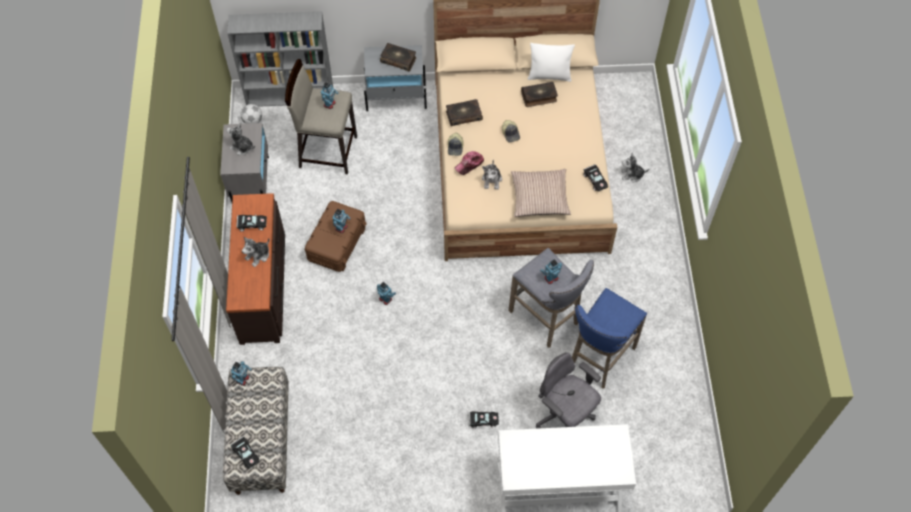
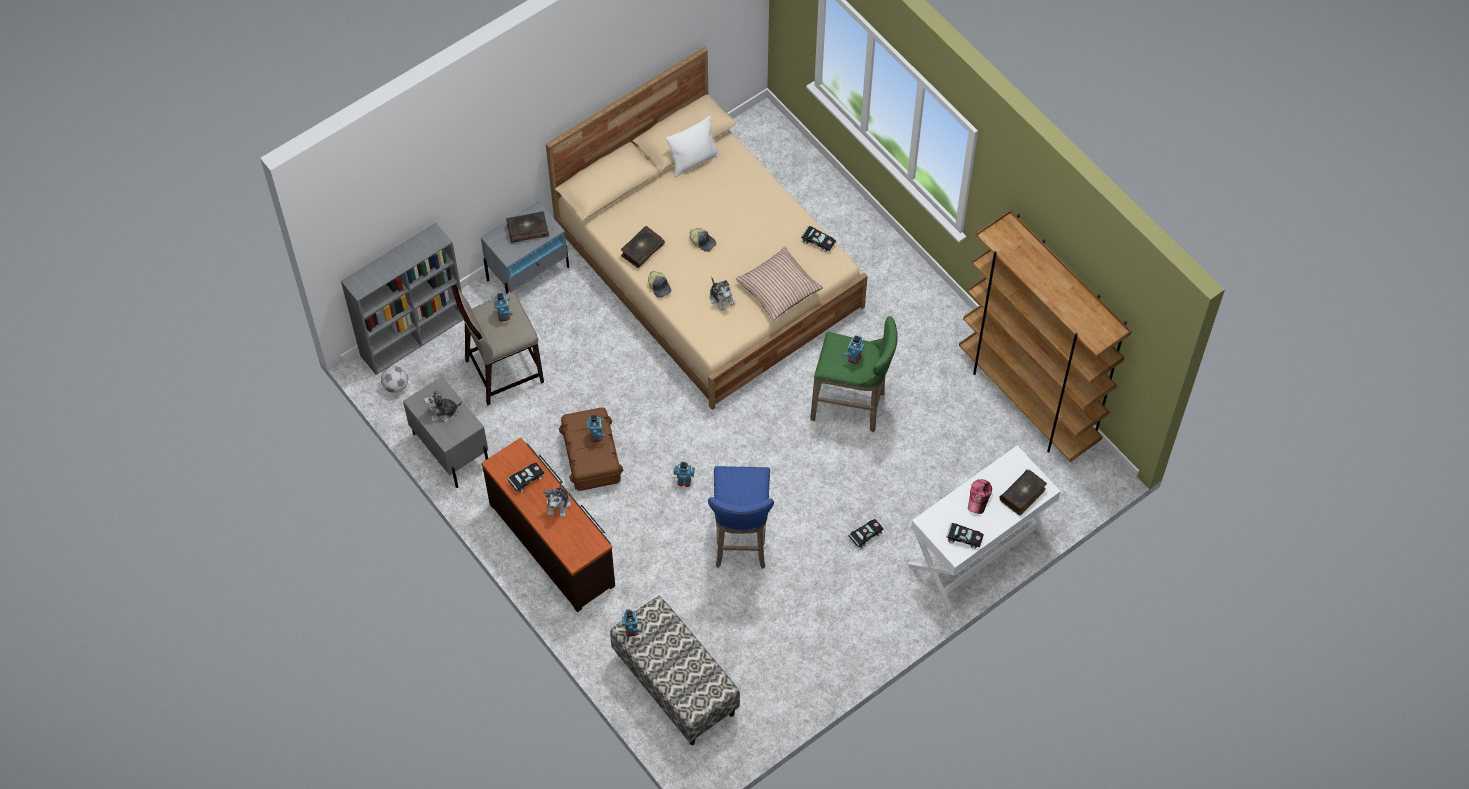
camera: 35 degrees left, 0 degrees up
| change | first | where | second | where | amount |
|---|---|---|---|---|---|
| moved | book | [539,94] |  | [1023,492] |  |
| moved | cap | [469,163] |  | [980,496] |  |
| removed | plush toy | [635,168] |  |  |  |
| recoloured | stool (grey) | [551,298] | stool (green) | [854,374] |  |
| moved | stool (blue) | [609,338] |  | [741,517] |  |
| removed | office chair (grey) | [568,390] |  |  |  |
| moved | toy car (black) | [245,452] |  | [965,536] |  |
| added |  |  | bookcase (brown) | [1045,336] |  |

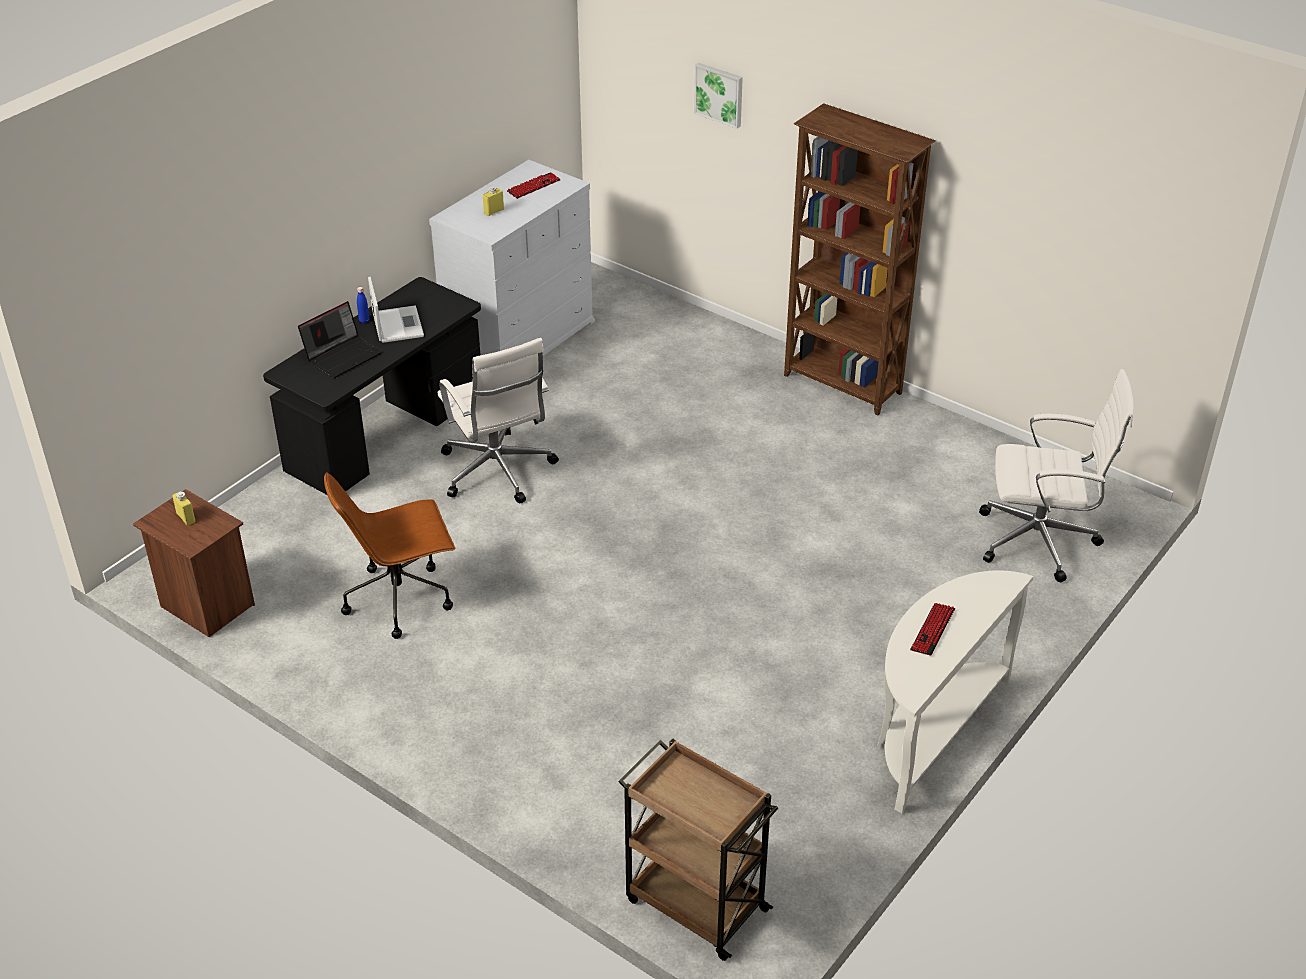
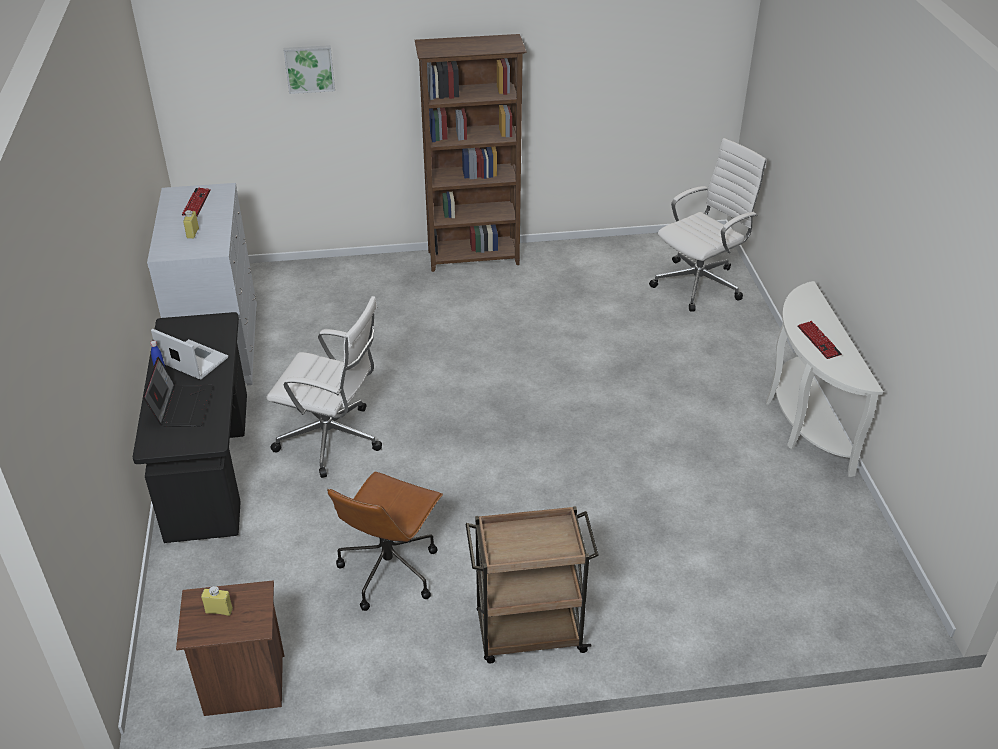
camera: 45 degrees left, 0 degrees up
| change | first | where | second | where | amount |
|---|---|---|---|---|---|
| moved | cart (brown) | [698,850] |  | [532,585] |  |

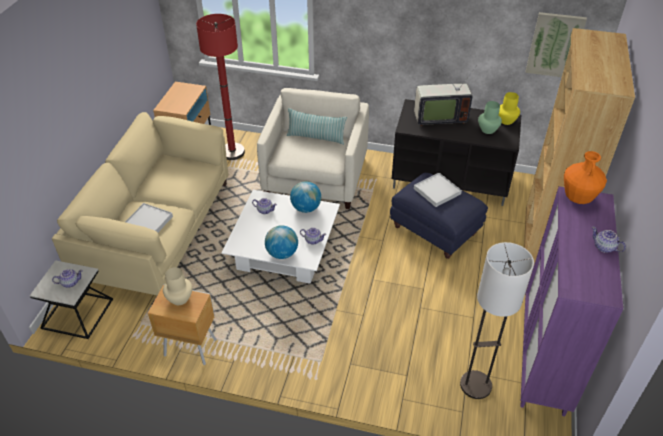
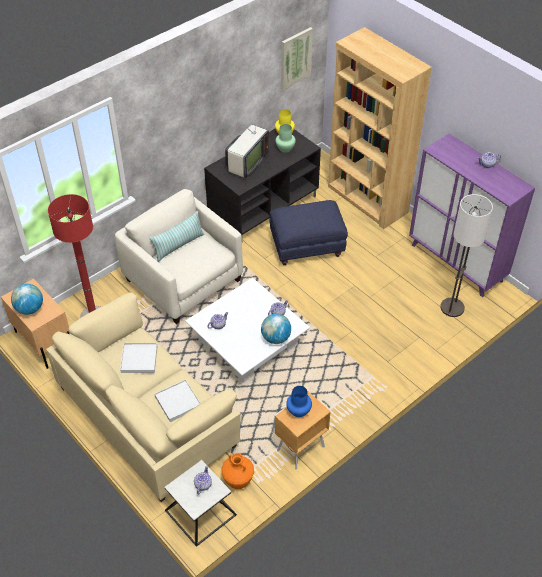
camera: 55 degrees left, 5 degrees up
| change | first | where | second | where | amount |
|---|---|---|---|---|---|
| moved | vase (orange) | [585,177] |  | [237,471] |  |
| moved | tray (white) | [438,190] |  | [138,358] |  |
| moved | globe | [305,197] |  | [27,299] |  |
| recoloured | vase (beige) | [177,286] | vase (blue) | [299,401] |  |

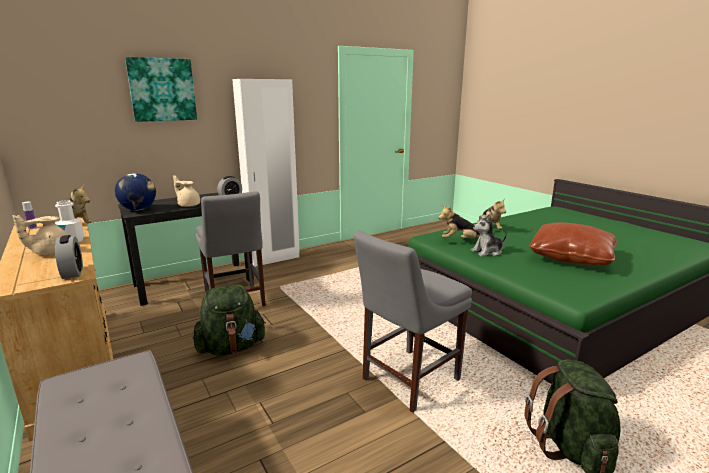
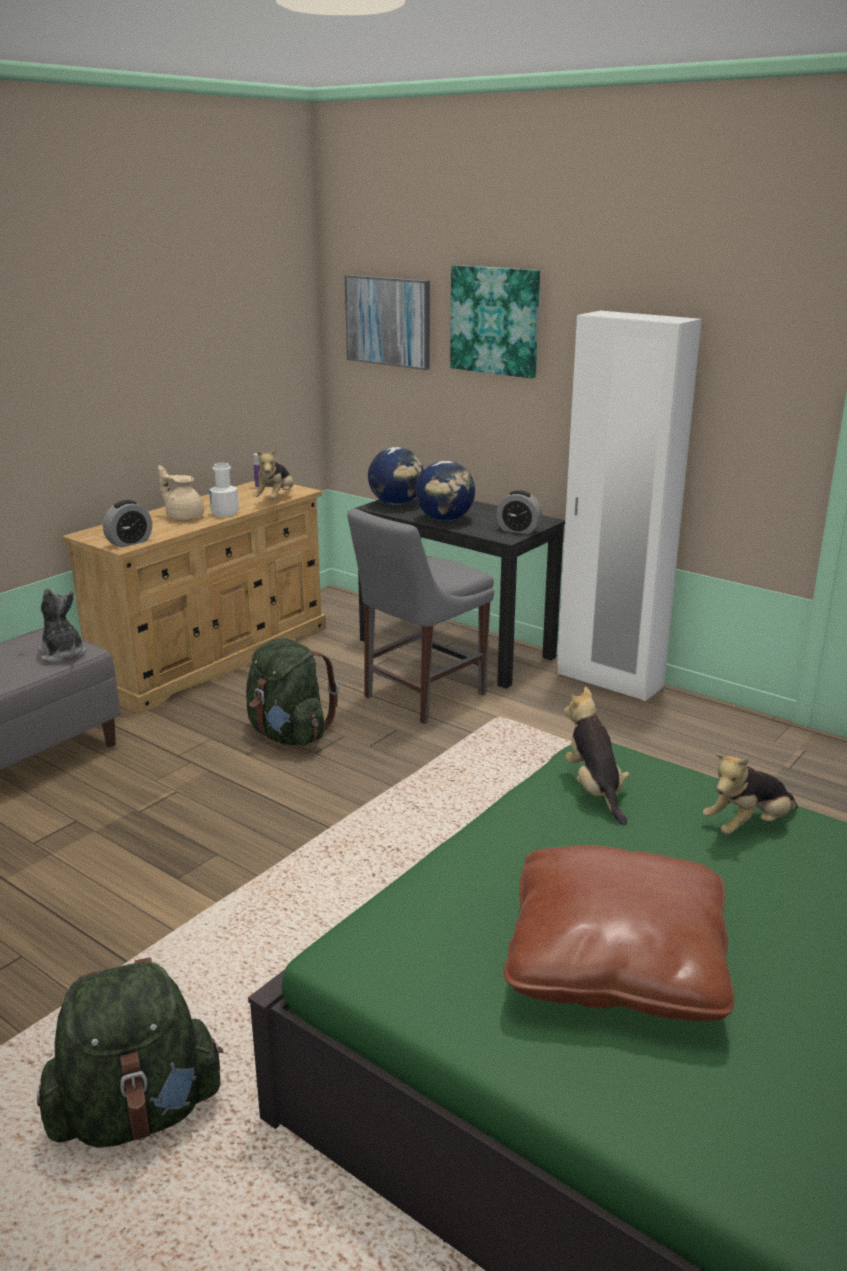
camera: 70 degrees right, 5 degrees up
| change | first | where | second | where | amount |
|---|---|---|---|---|---|
| replaced | teapot (beige) | [186,191] | globe | [445,491] |  |
| moved | plush toy | [488,235] |  | [62,625] |  |
| removed | chair (grey) | [412,322] |  |  |  |
| added |  |  | picture | [387,322] |  |

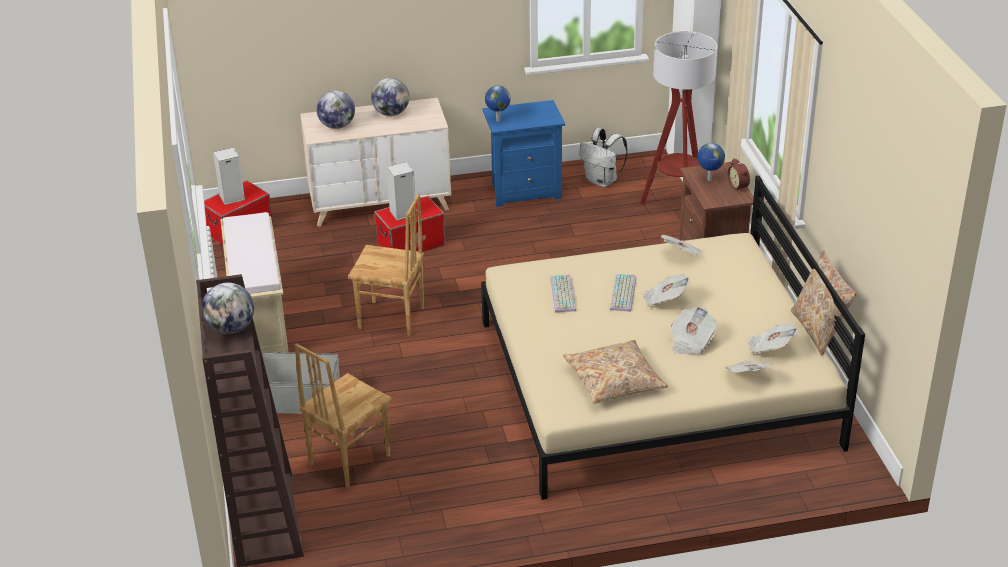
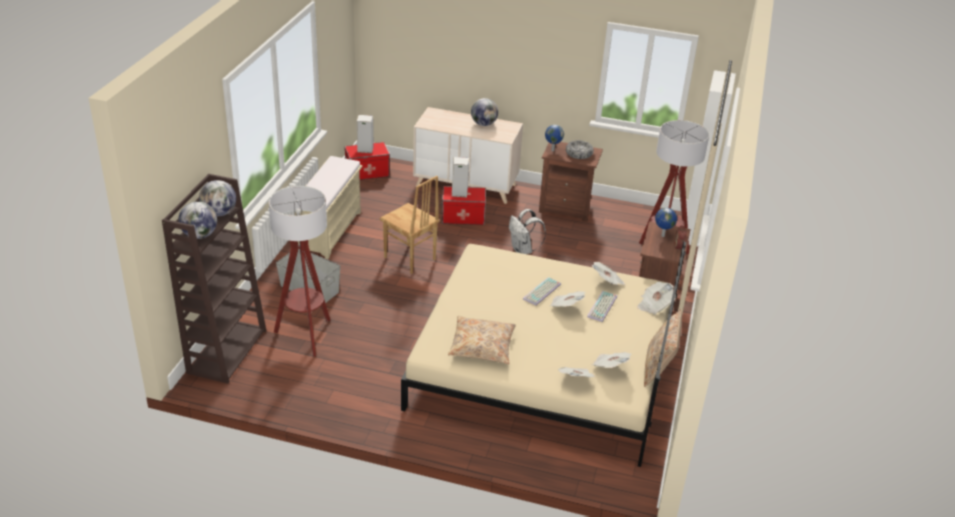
camera: 25 degrees right, 0 degrees up
| change | first | where | second | where | amount |
|---|---|---|---|---|---|
| moved | globe | [335,109] |  | [197,220] |  |
| recoloured | nightstand (blue) | [523,153] | nightstand (brown) | [571,182] |  |
| moved | backpack (white) | [603,157] |  | [527,231] |  |
| moved | keyboard | [563,293] |  | [602,306] |  |
| moved | newspaper | [694,330] |  | [656,298] |  |
| replaced | chair (brown) | [343,415] | floor lamp | [300,271] |  |
| added |  |  | bowl | [580,149] |  |

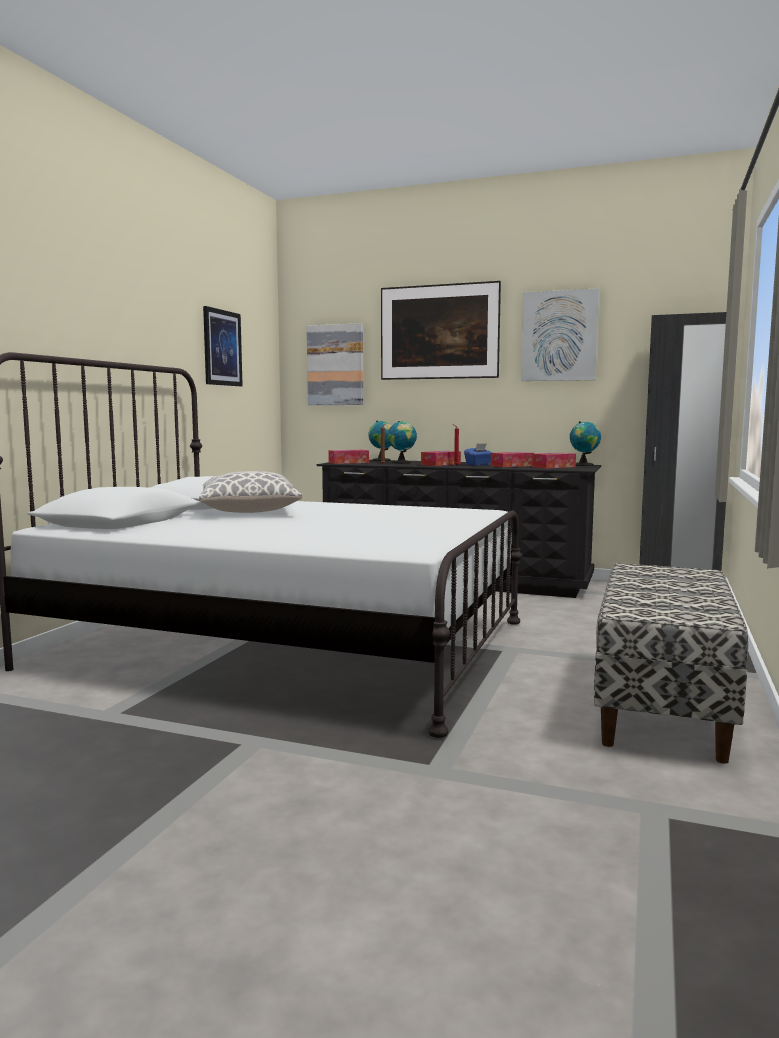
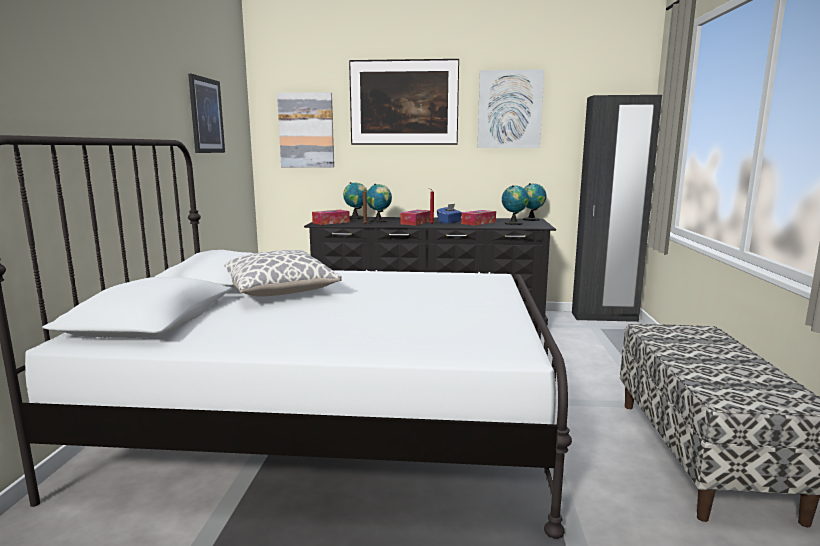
camera: 15 degrees left, 5 degrees up
| change | first | where | second | where | amount |
|---|---|---|---|---|---|
| replaced | tissue box | [554,461] | globe | [515,205] |  |

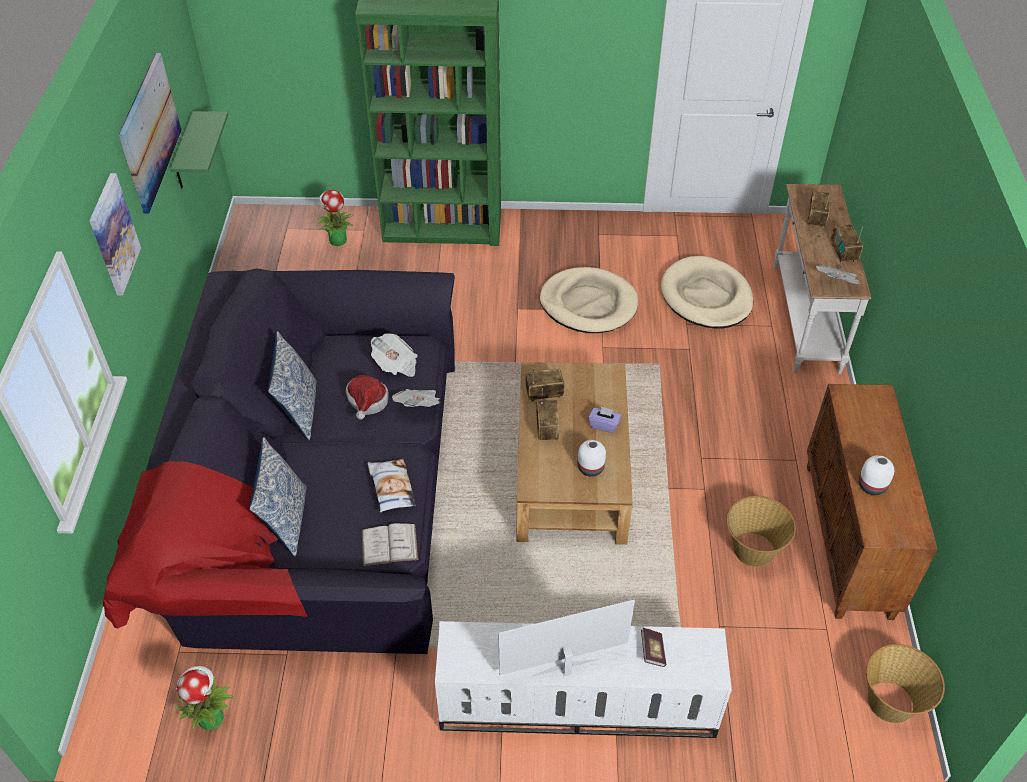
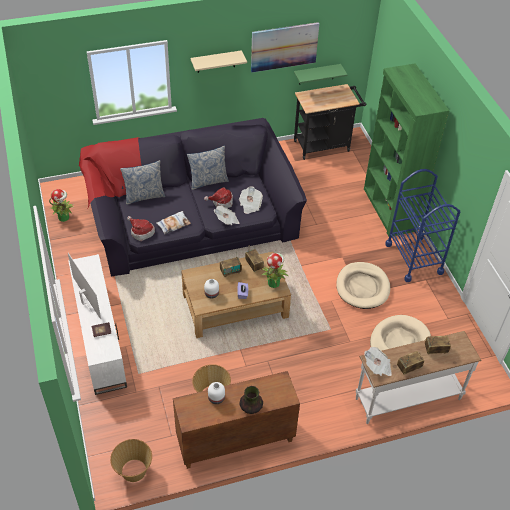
camera: 70 degrees right, 0 degrees up
| change | first | where | second | where | amount |
|---|---|---|---|---|---|
| replaced | picture | [115,234] | shelf (beige) | [219,61] |  |
| moved | potted plant | [335,218] |  | [275,270] |  |
| replaced | book (white) | [390,544] | hat | [141,228] |  |
| added |  |  | cart (black) | [330,122] |  |
| added |  |  | cart (blue) | [422,225] |  |
| added |  |  | vase | [251,400] |  |

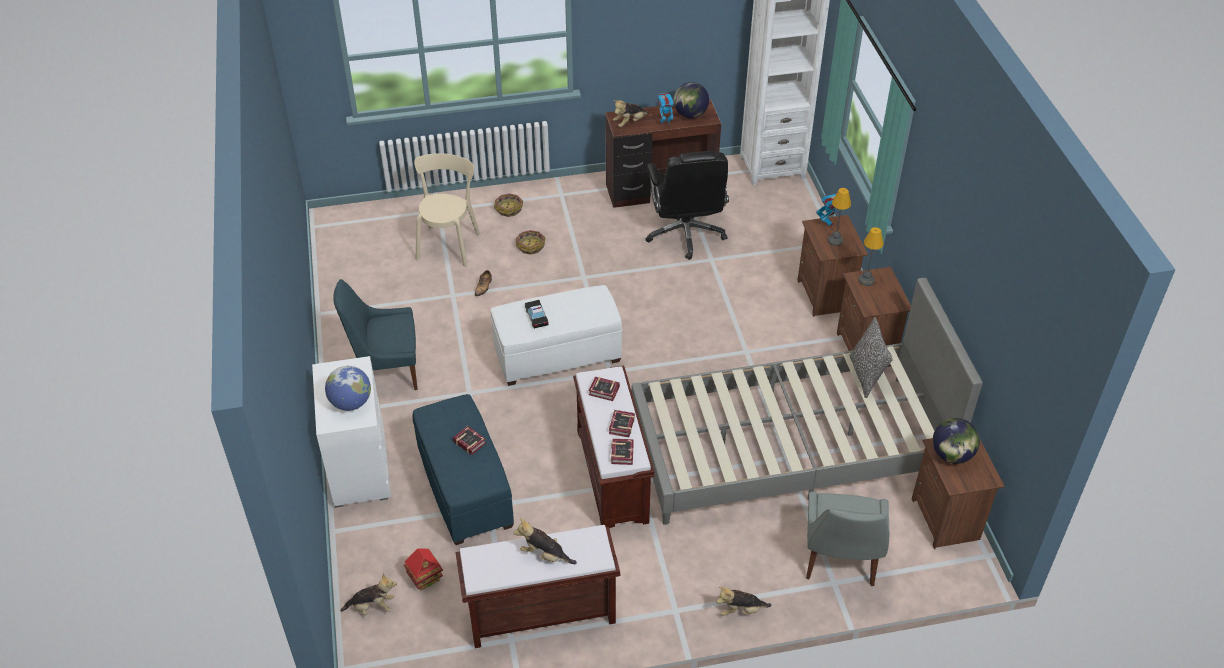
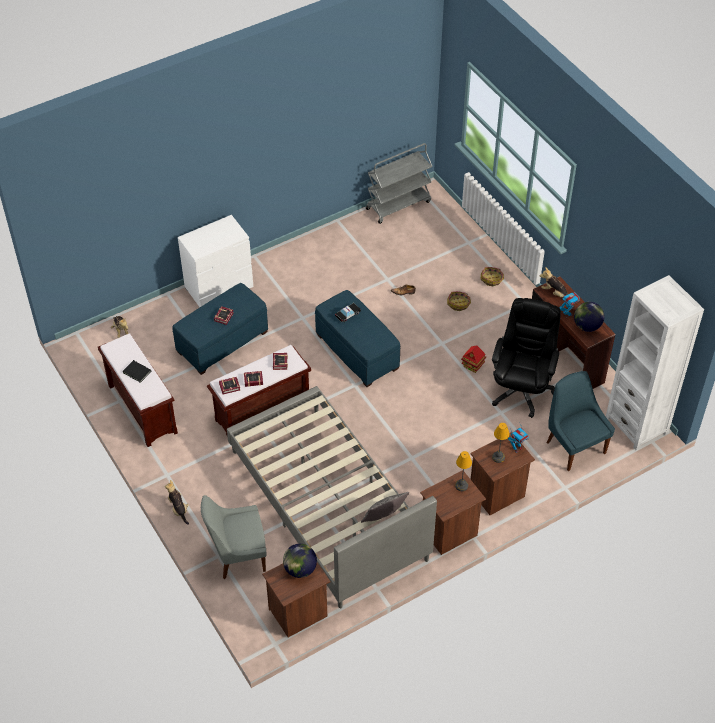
camera: 70 degrees right, 5 degrees up
| change | first | where | second | where | amount |
|---|---|---|---|---|---|
| turned | office chair (black) | [687,205] |  | [526,358] | 135 degrees clockwise |
| removed | chair (beige) | [447,210] |  |  |  |
| moved | chair (blue) | [375,334] |  | [581,421] |  |
| recoloured | ottoman (white) | [556,335] | ottoman (blue) | [357,338] |  |
| removed | globe | [348,388] |  |  |  |
| replaced | plush toy | [545,541] | book (black) | [137,371] |  |
| moved | toy house | [423,570] |  | [473,359] |  |
| added |  |  | cart (grey) | [399,183] |  |

